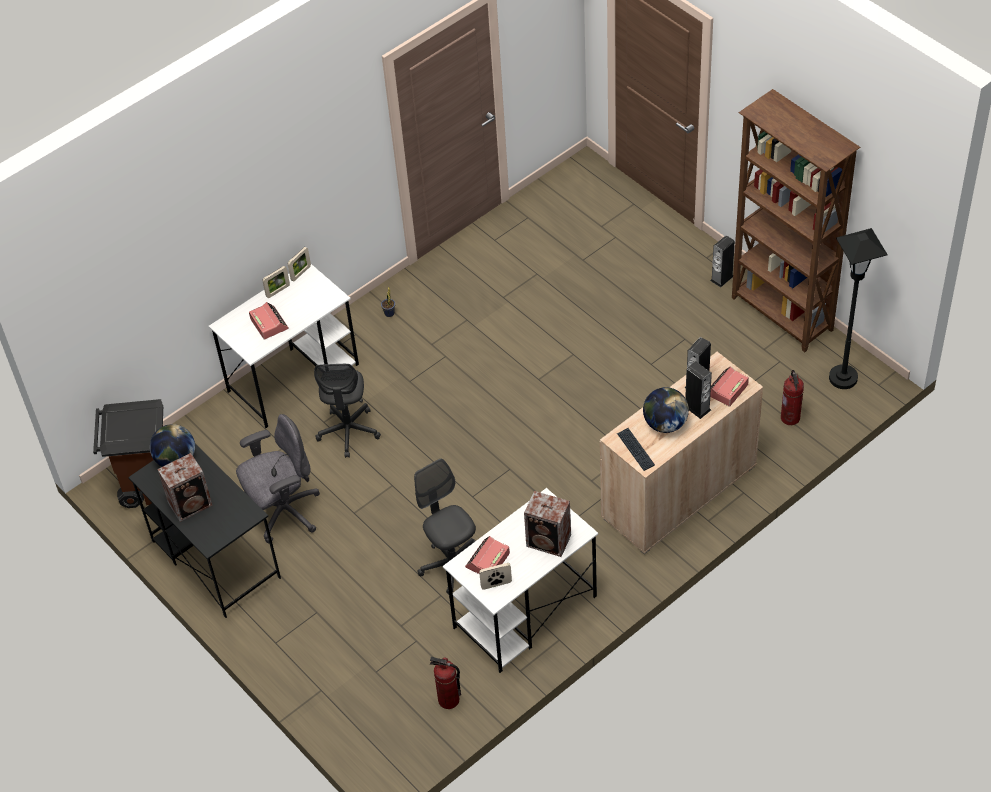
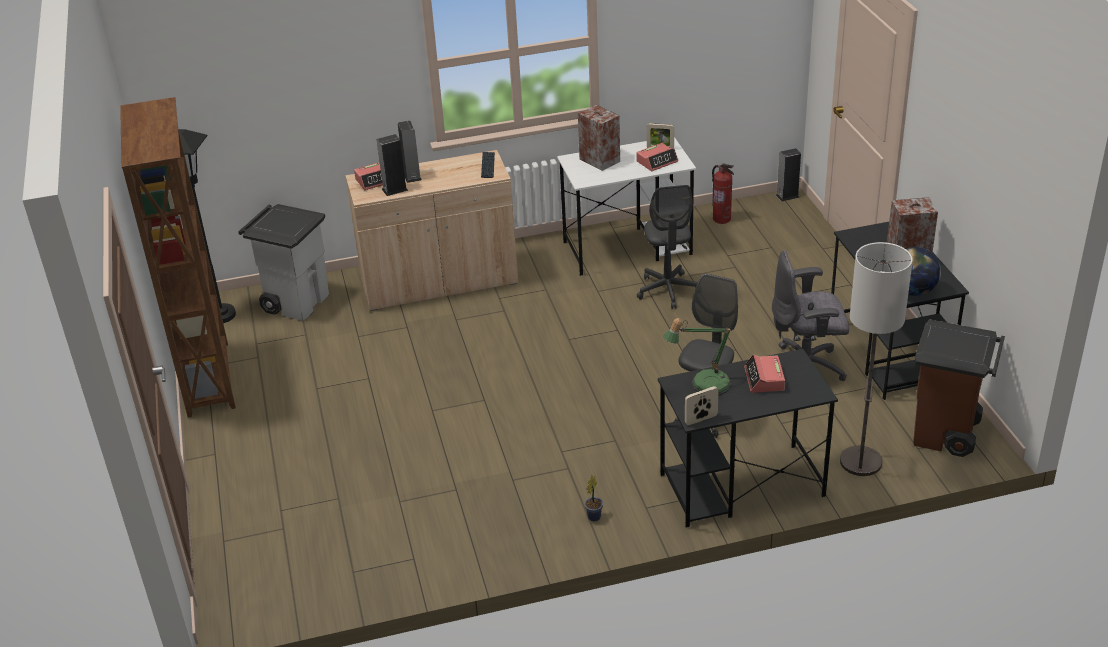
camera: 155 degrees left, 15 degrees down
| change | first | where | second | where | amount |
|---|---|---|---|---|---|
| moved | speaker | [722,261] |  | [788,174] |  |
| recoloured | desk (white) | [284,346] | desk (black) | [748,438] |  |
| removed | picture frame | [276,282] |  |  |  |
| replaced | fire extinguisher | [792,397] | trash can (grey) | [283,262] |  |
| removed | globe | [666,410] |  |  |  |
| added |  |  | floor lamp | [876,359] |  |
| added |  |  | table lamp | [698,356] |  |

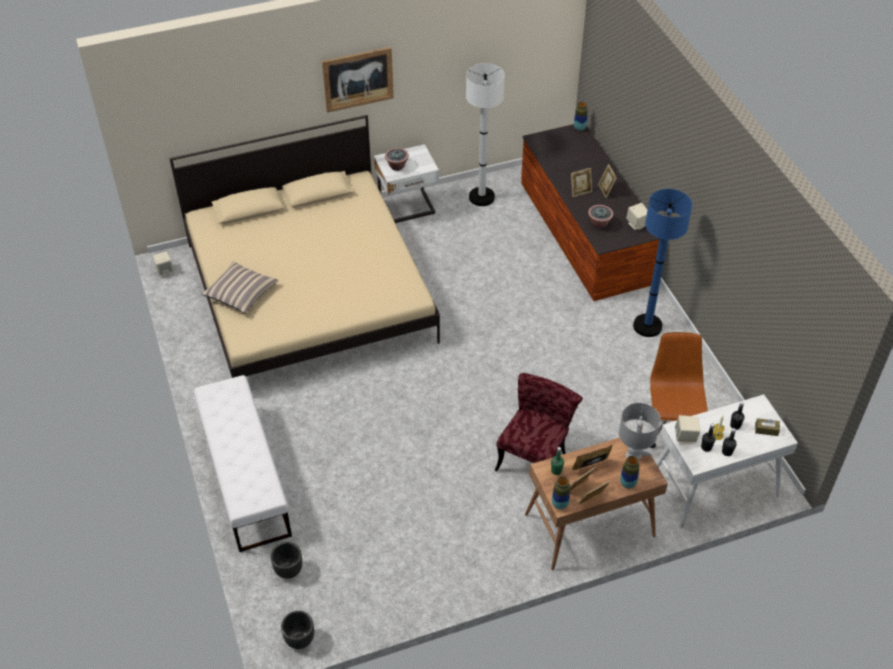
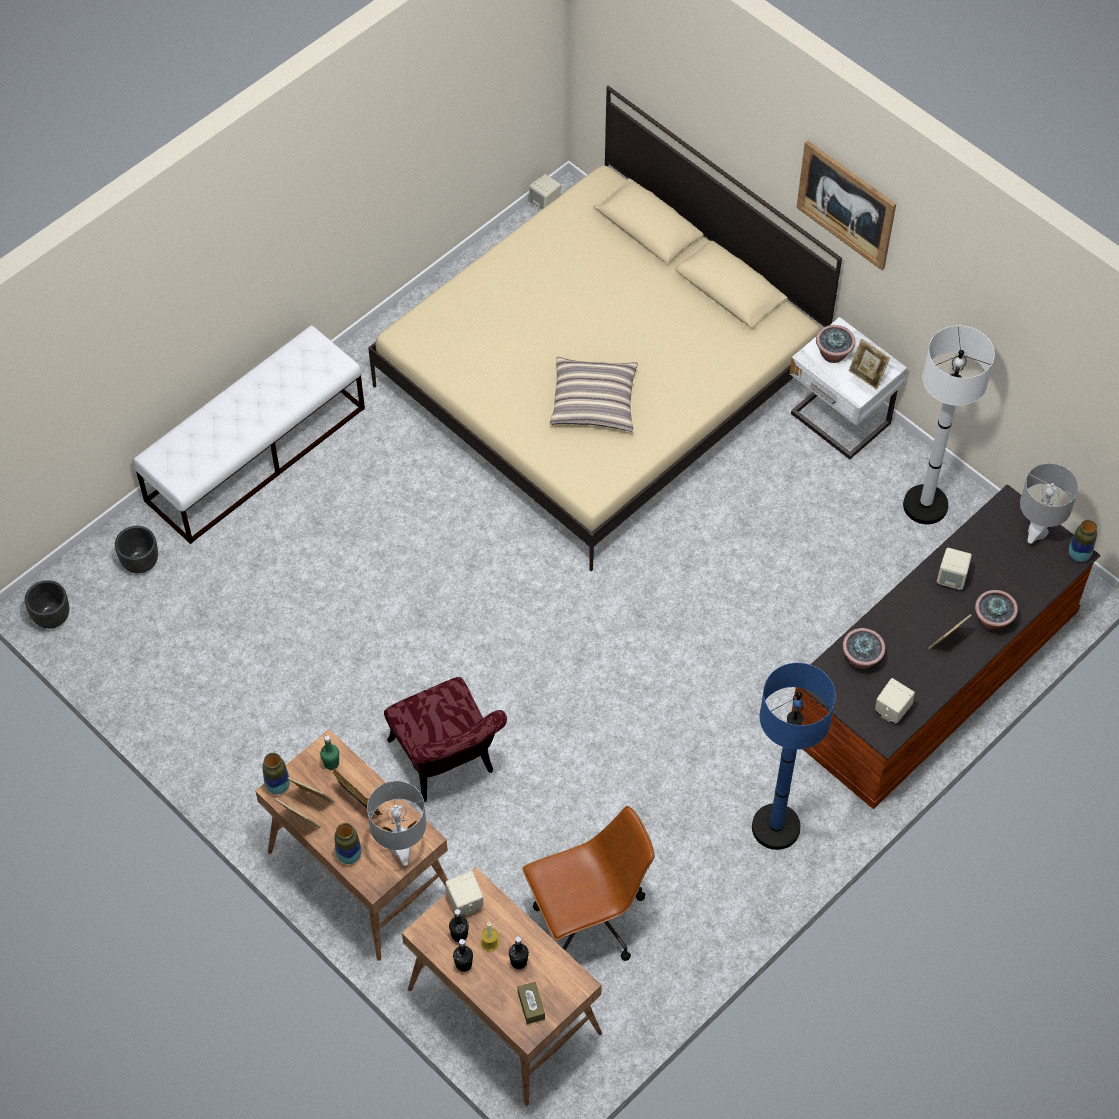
camera: 65 degrees right, 10 degrees up
| change | first | where | second | where | amount |
|---|---|---|---|---|---|
| moved | picture frame | [581,182] |  | [869,364] |  |
| moved | pillow | [239,287] |  | [594,394] |  |
| turned | chair (red) | [539,422] |  | [445,739] | 60 degrees clockwise |
| recoloured | desk (white) | [727,461] | desk (brown) | [502,986] |  |
| added |  |  | table lamp (grey) | [1049,503] |  |
| added |  |  | speaker (beige) | [954,569] |  |
| added |  |  | potted plant | [996,610] |  |

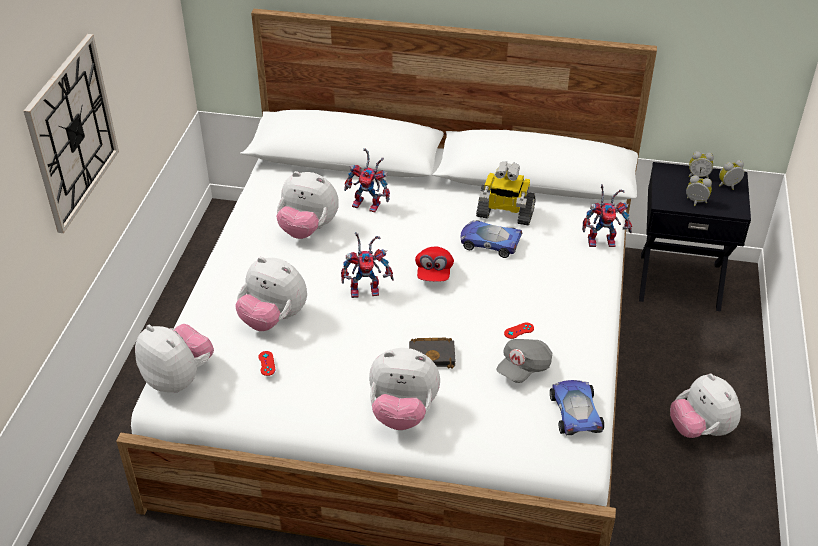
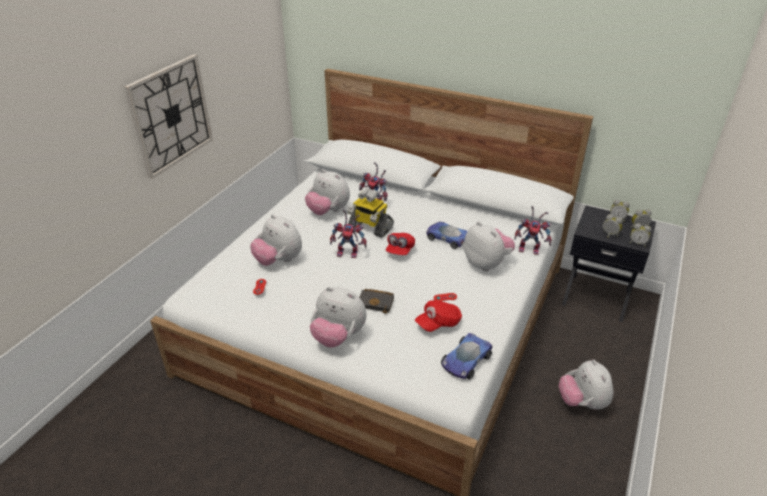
camera: 15 degrees right, 5 degrees down
| change | first | where | second | where | amount |
|---|---|---|---|---|---|
| moved | toy robot | [506,193] |  | [370,213] |  |
| moved | plush toy | [174,358] |  | [489,246] |  |
| recoloured | cap (grey) | [524,361] | cap (red) | [438,316] |  |
| turned | toy car | [577,407] |  | [466,356] | 150 degrees counterclockwise |
| added |  |  | alarm clock | [640,235] |  |

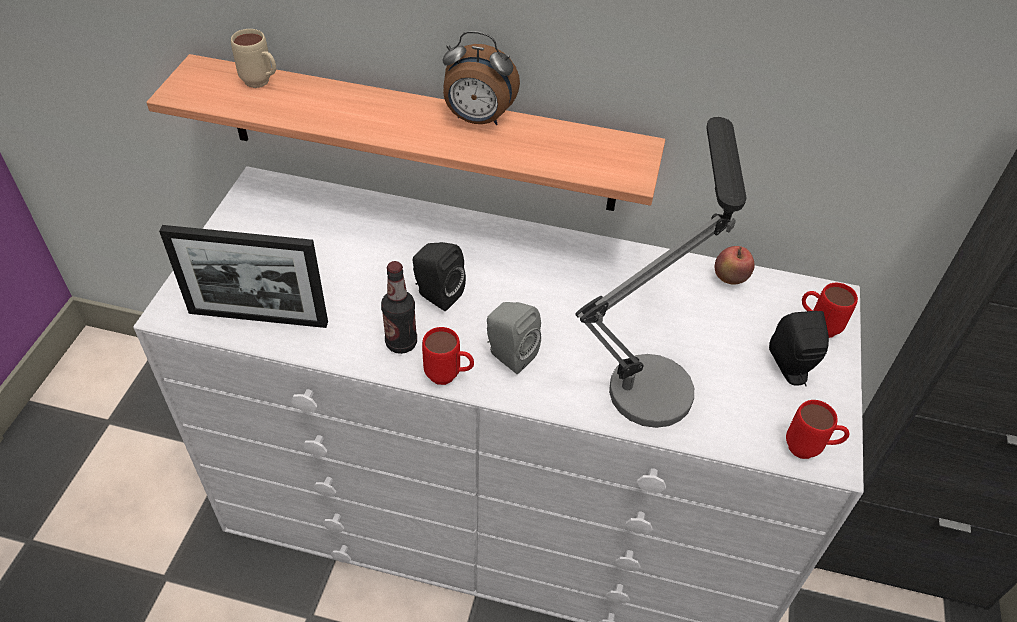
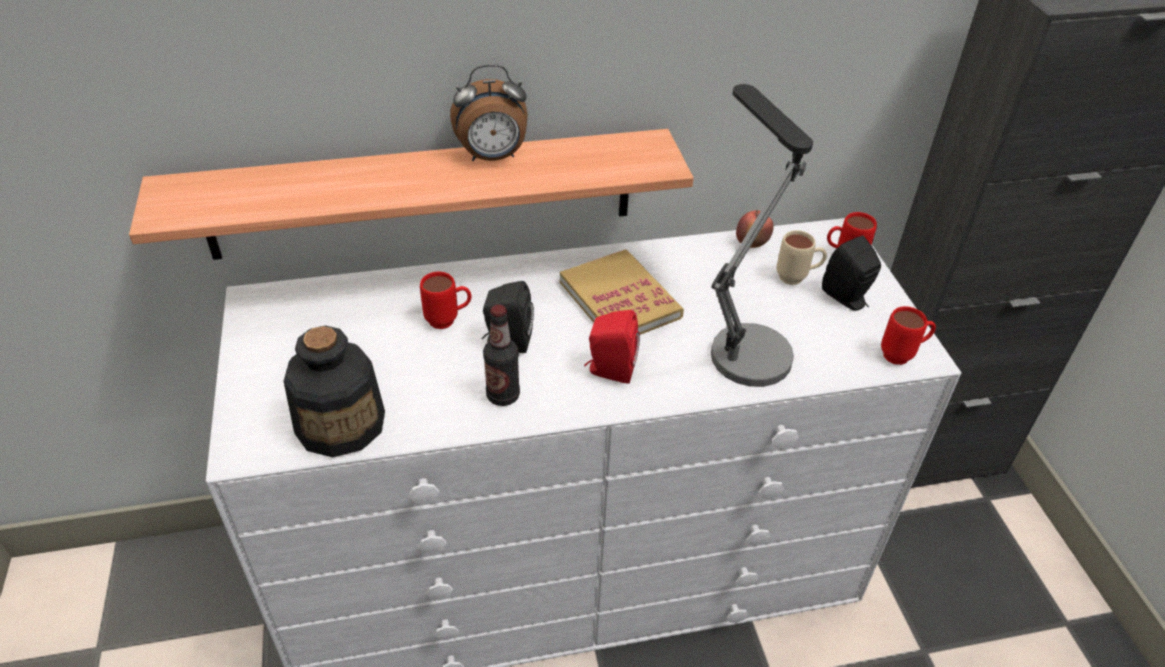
camera: 25 degrees left, 5 degrees down
| change | first | where | second | where | amount |
|---|---|---|---|---|---|
| moved | mug (beige) | [253,58] |  | [802,257] |  |
| replaced | picture frame | [243,276] | bottle | [334,391] |  |
| recoloured | speaker (grey) | [514,338] | speaker (red) | [612,347] |  |
| moved | mug (red) | [448,356] |  | [446,300] |  |
| added |  |  | book | [622,292] |  |

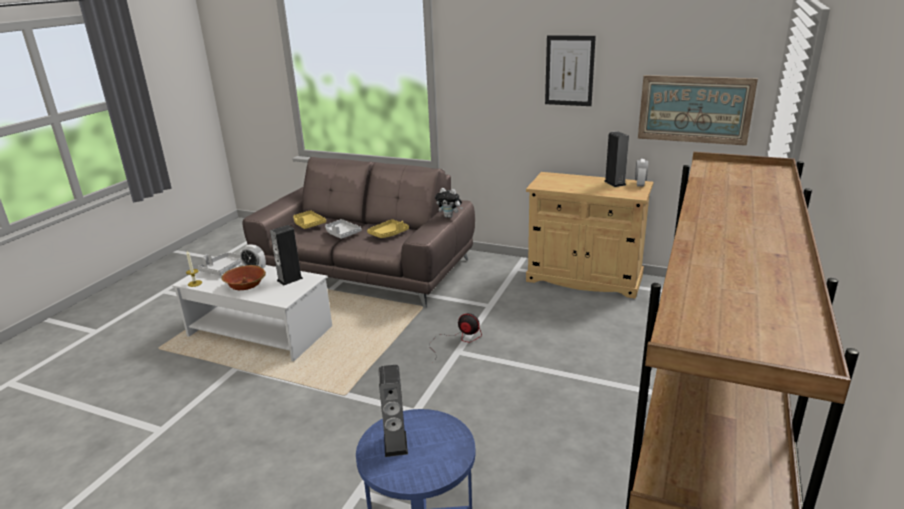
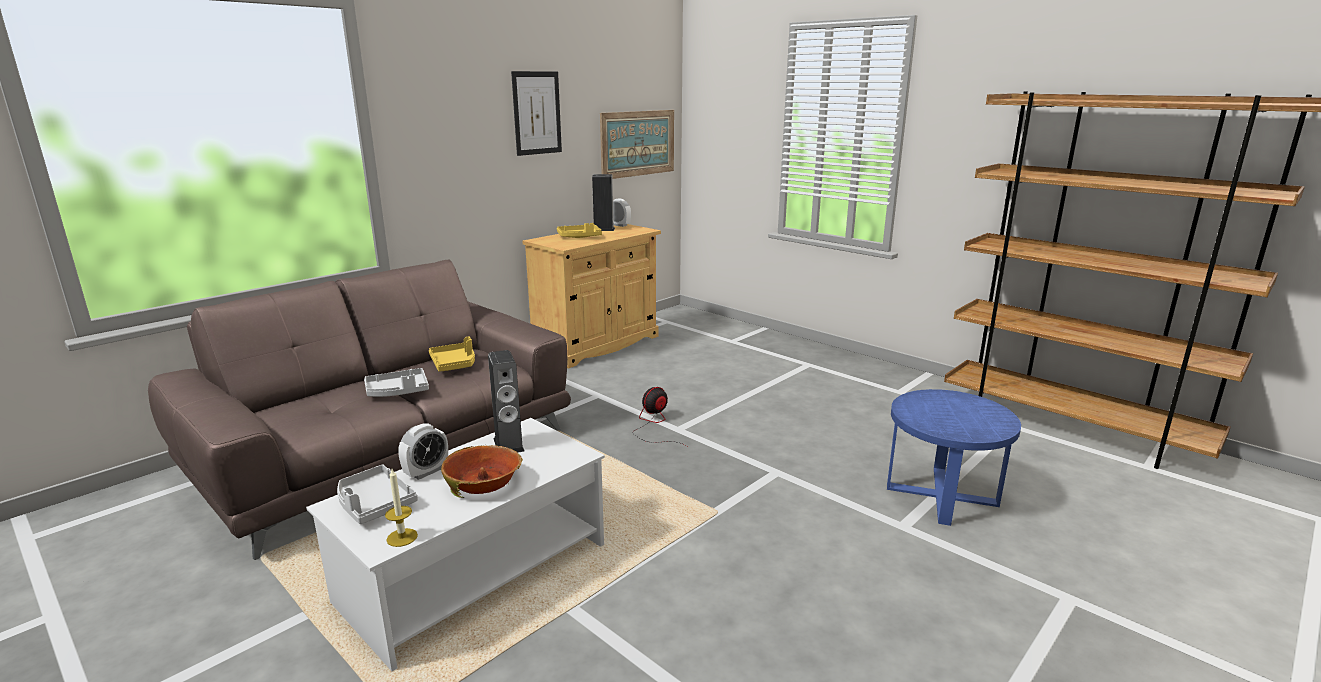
camera: 70 degrees left, 5 degrees down
| change | first | where | second | where | amount |
|---|---|---|---|---|---|
| removed | plush toy | [449,203] |  |  |  |
| moved | tray (yellow) | [309,219] |  | [579,230] |  |
| removed | speaker | [393,411] |  |  |  |

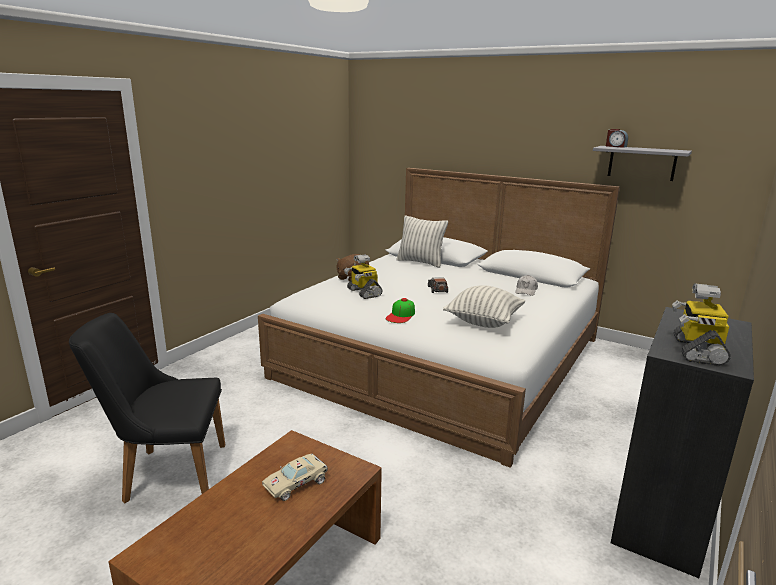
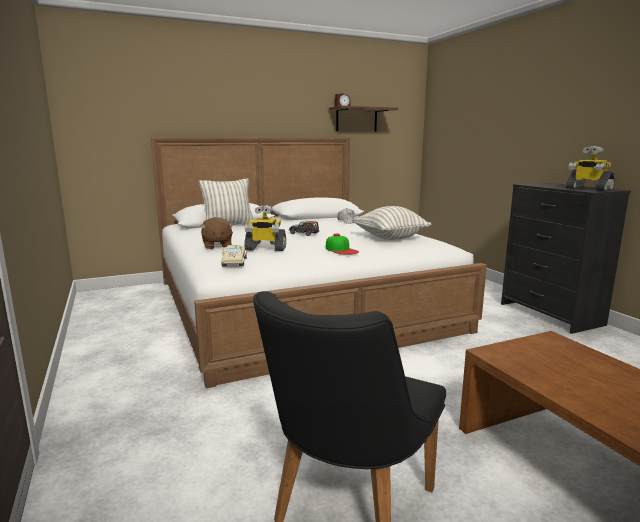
camera: 55 degrees left, 5 degrees down
| change | first | where | second | where | amount |
|---|---|---|---|---|---|
| recoloured | shelf (grey) | [642,163] | shelf (brown) | [363,119] |  |
| moved | toy car (beige) | [295,477] |  | [234,255] |  |

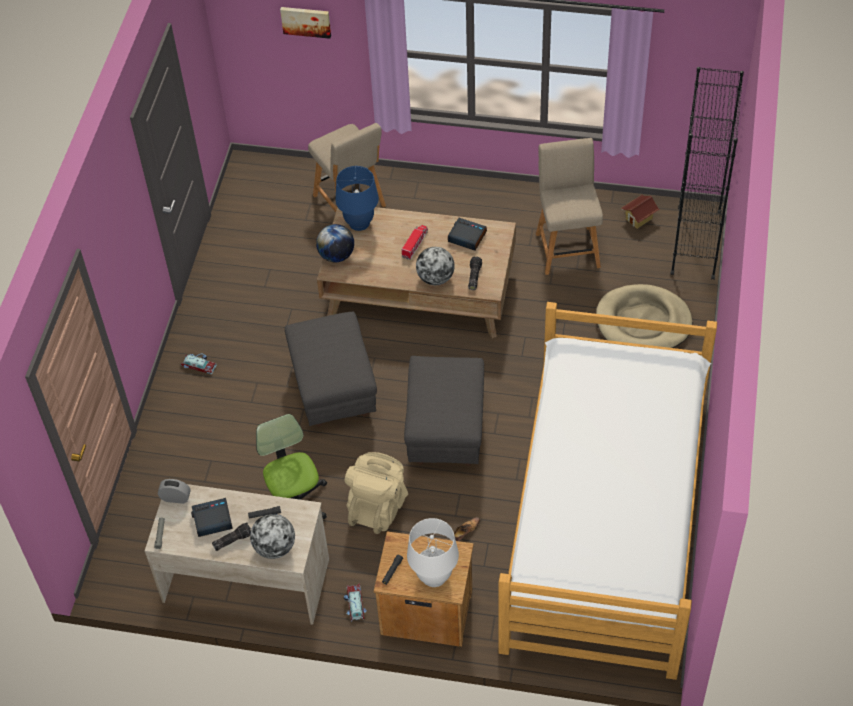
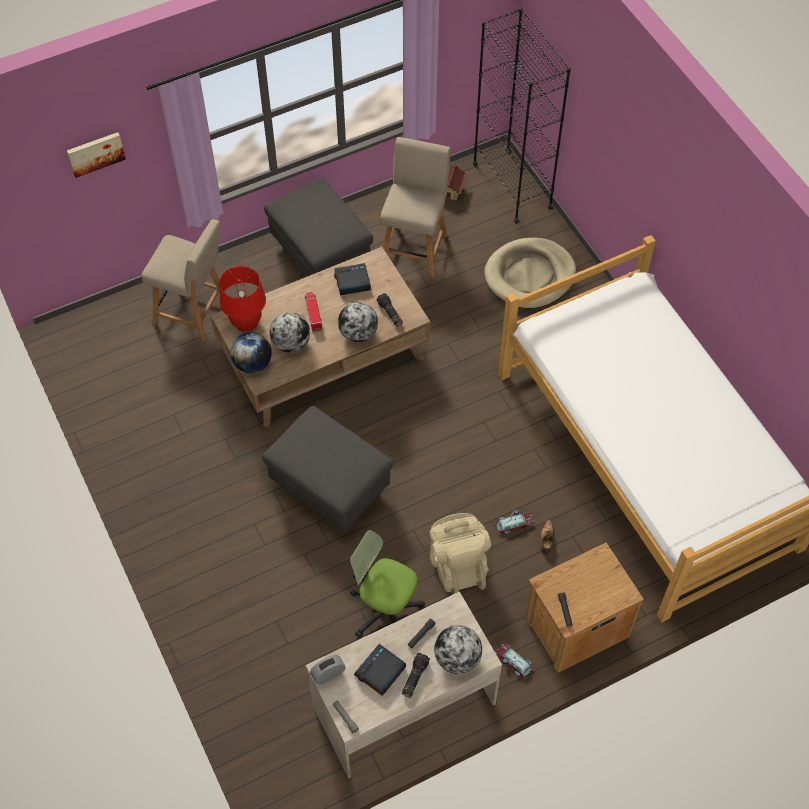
camera: 40 degrees left, 5 degrees up
| change | first | where | second | where | amount |
|---|---|---|---|---|---|
| turned | chair (beige) | [569,206] |  | [415,207] | 60 degrees clockwise |
| recoloured | table lamp (blue) | [357,198] | table lamp (red) | [242,299] |  |
| moved | toy car | [199,364] |  | [515,522] |  |
| moved | ottoman (grey) | [444,411] |  | [318,227] |  |
| removed | table lamp (white) | [433,552] |  |  |  |
| added |  |  | globe | [290,332] |  |

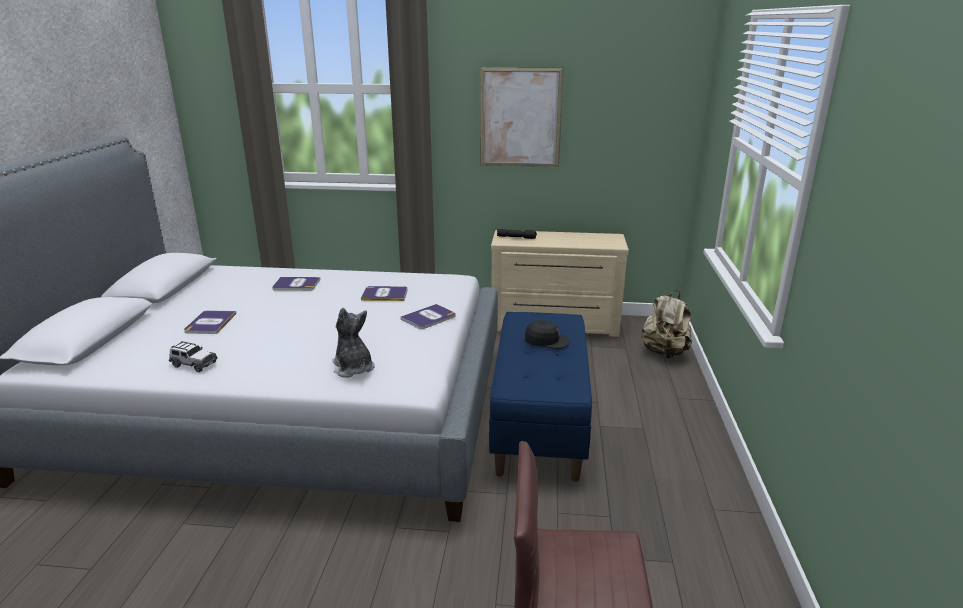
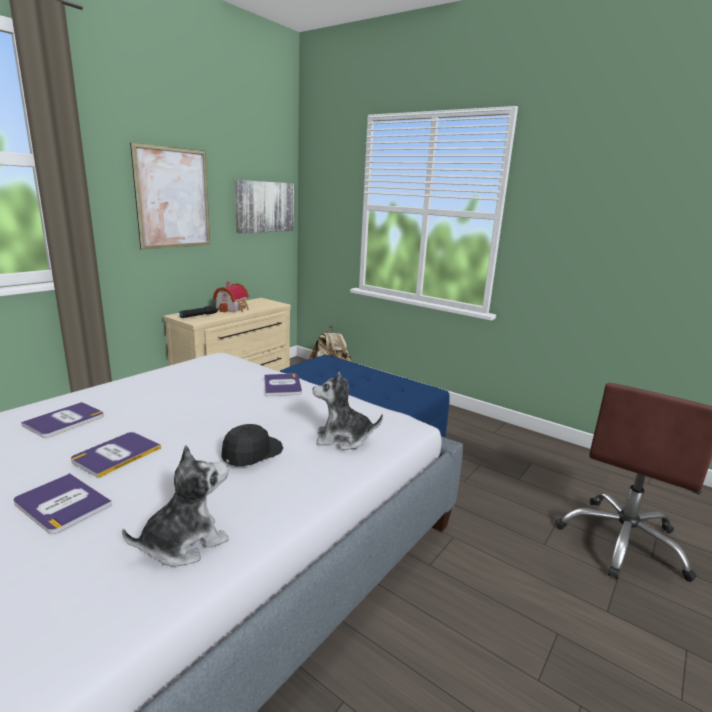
camera: 60 degrees left, 5 degrees down
| change | first | where | second | where | amount |
|---|---|---|---|---|---|
| moved | book | [384,293] |  | [116,455] |  |
| moved | cap (black) | [547,334] |  | [252,445] |  |
| replaced | toy car | [193,356] | plush toy | [175,506] |  |
| added |  |  | picture | [264,206] |  |
| added |  |  | toy house | [231,297] |  |

